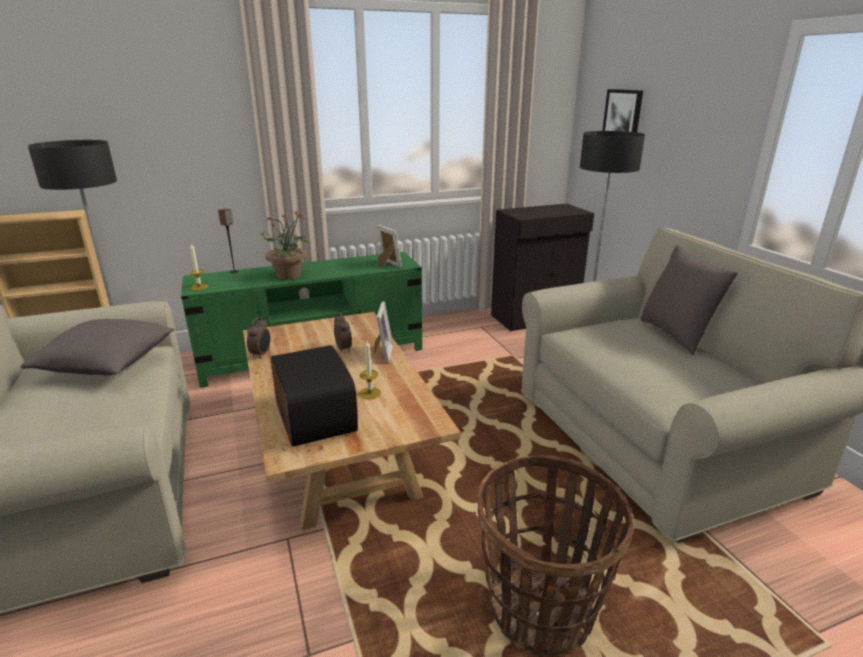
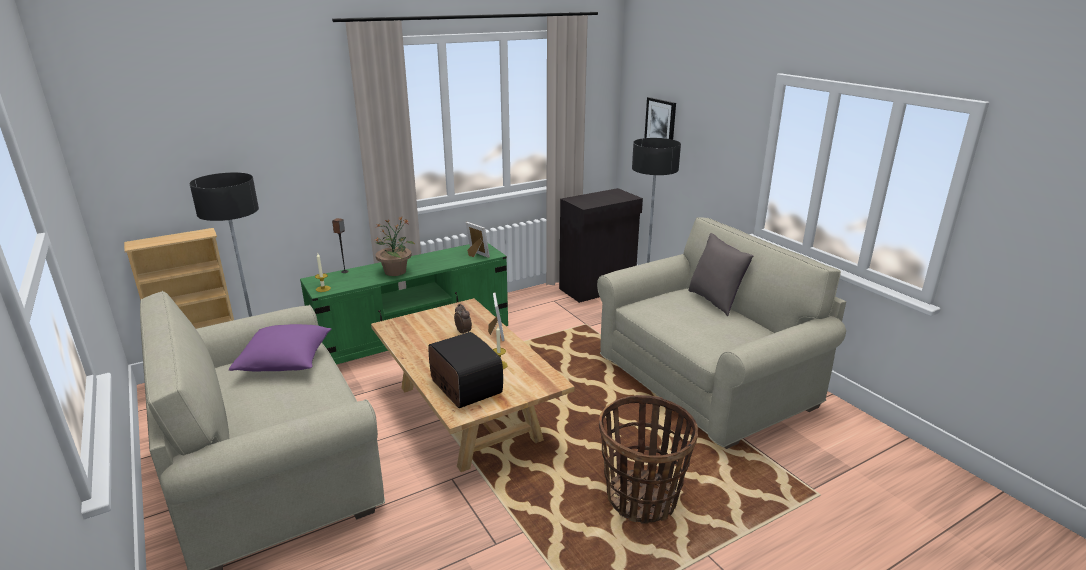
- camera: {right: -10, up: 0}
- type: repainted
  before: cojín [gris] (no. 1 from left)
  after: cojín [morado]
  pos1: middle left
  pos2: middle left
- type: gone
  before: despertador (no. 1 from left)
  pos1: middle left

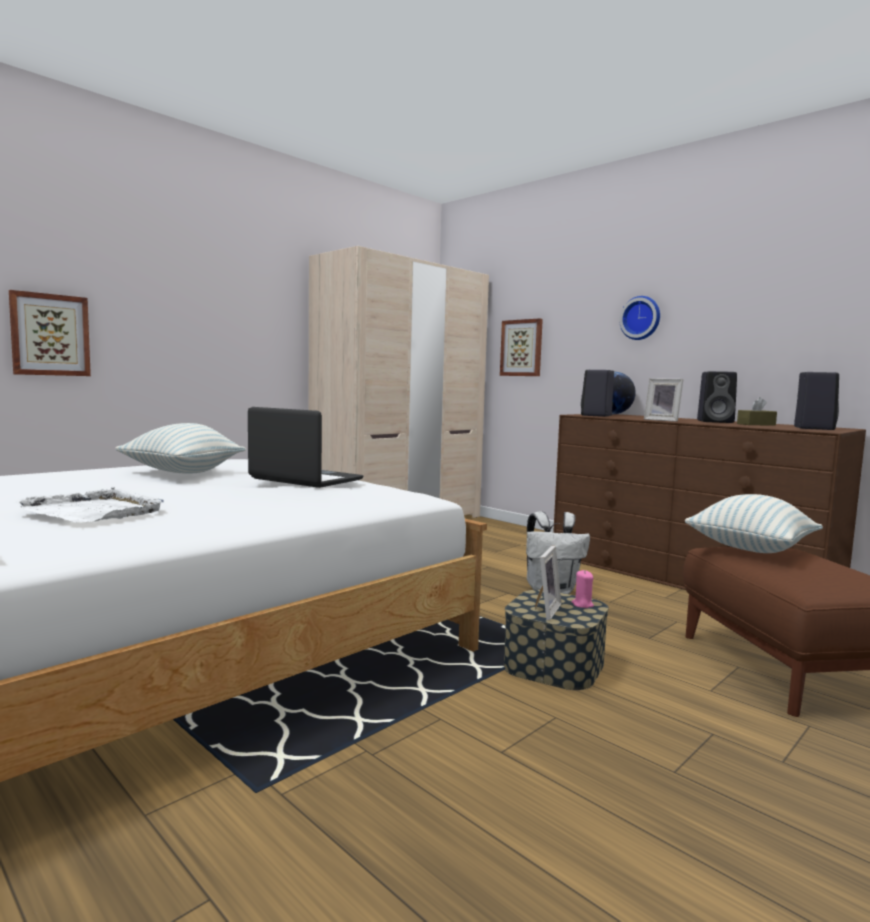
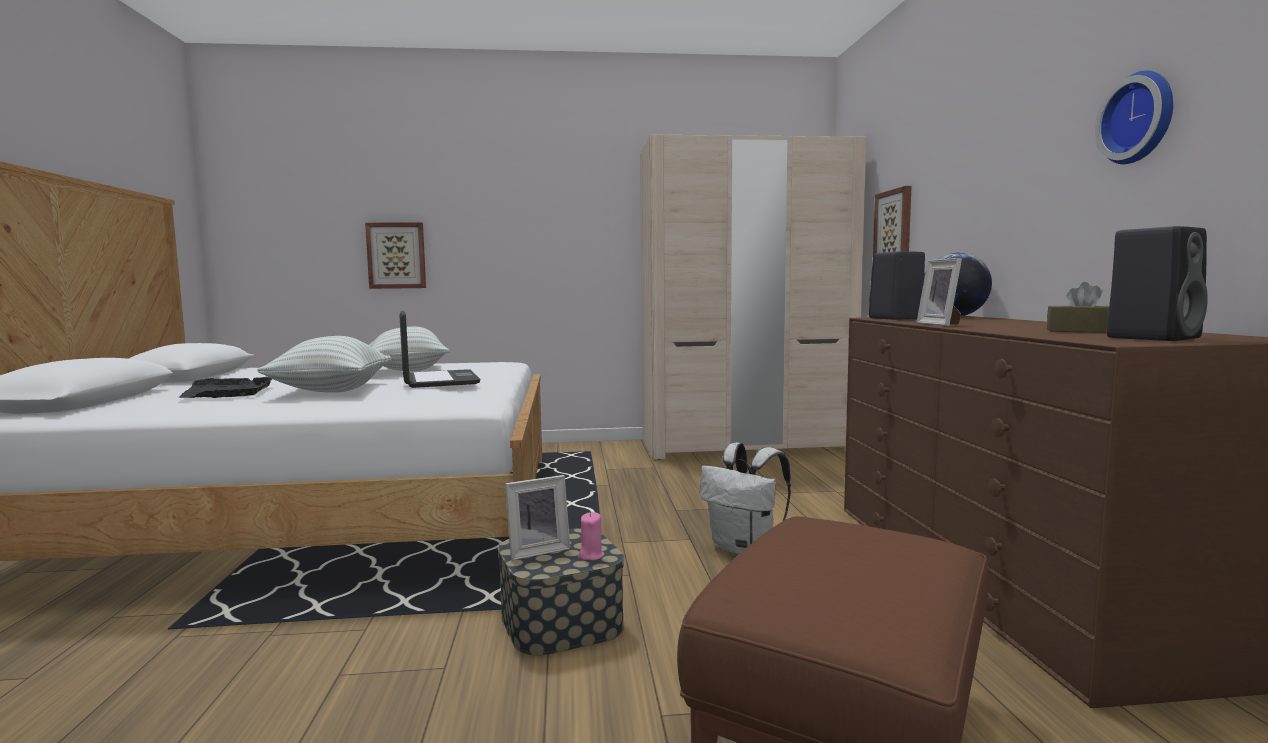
- camera: {right: 40, up: 0}
- type: repainted
  before: bandeja [blanco]
  after: bandeja [negro]
  pos1: middle left
  pos2: middle left
- type: shifted
  before: cojín (no. 2 from left in the first image)
  after: cojín (no. 1 from left)
  pos1: middle right
  pos2: middle left
- type: shifted
  before: reloj de pared
  pos1: middle right
  pos2: top right
- type: gone
  before: altavoz [negro] (no. 2 from left)
  pos1: middle right

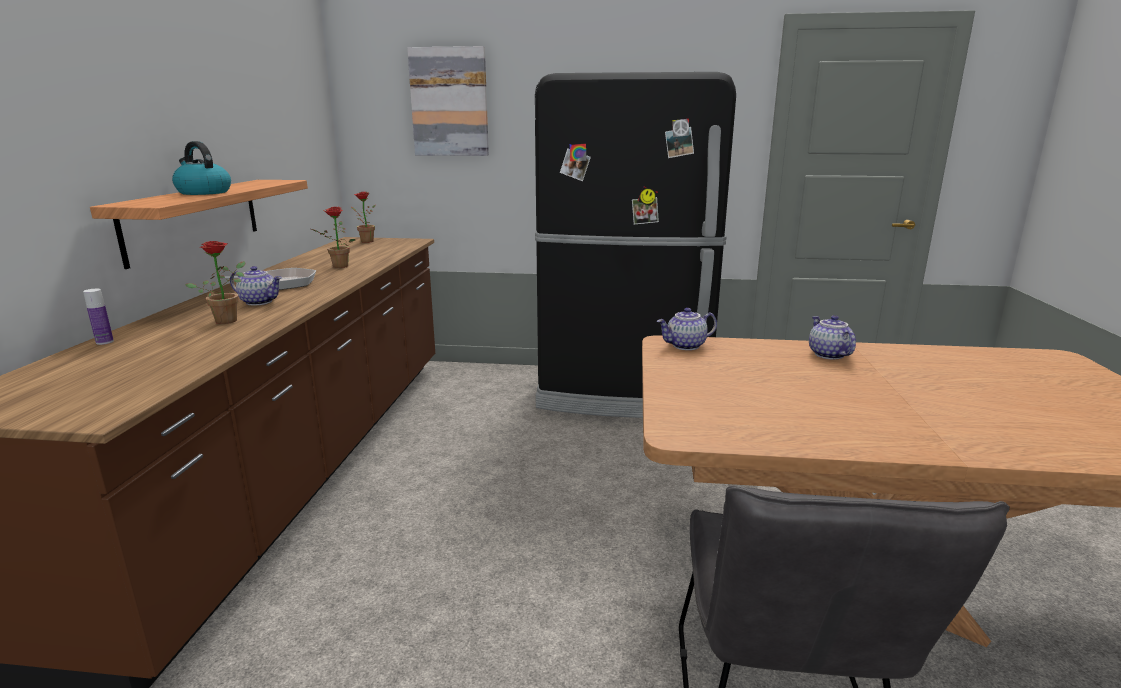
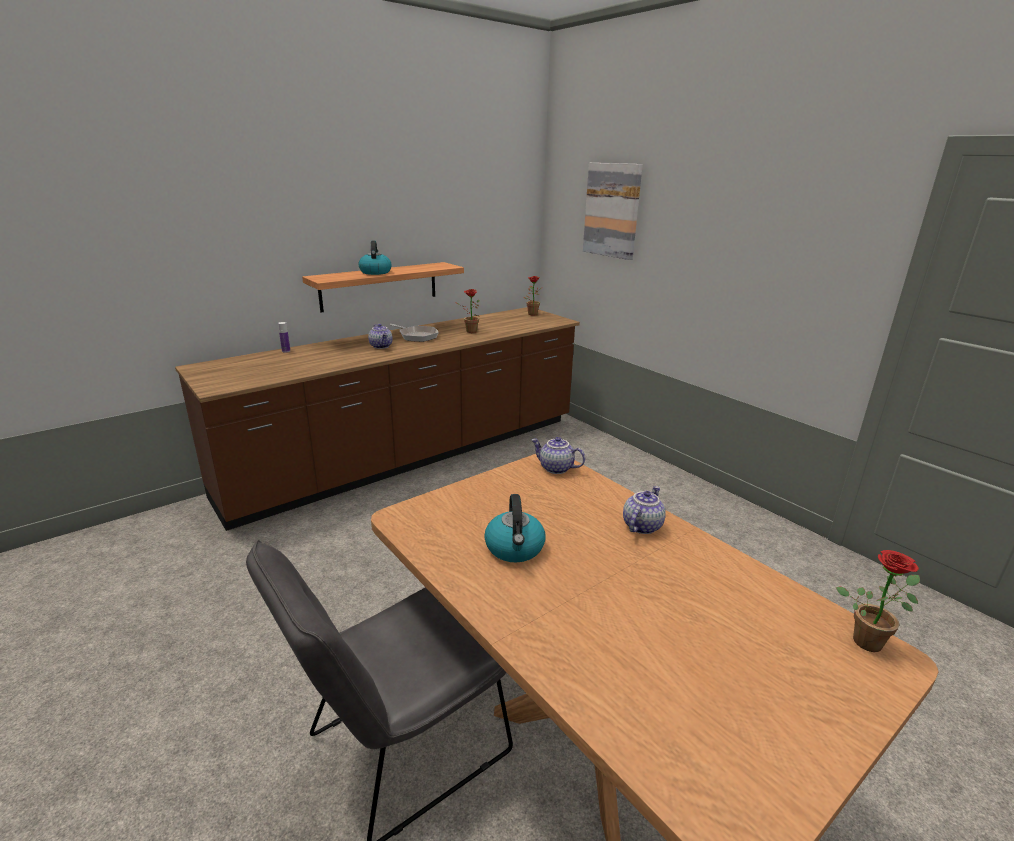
- camera: {right: 45, up: 5}
- type: new
  after: hervidor (no. 2 from left)
  pos2: centre
- type: shifted
  before: planta en maceta (no. 1 from left in the first image)
  after: planta en maceta (no. 3 from left)
  pos1: middle left
  pos2: bottom right
- type: gone
  before: nevera [negro]
  pos1: centre

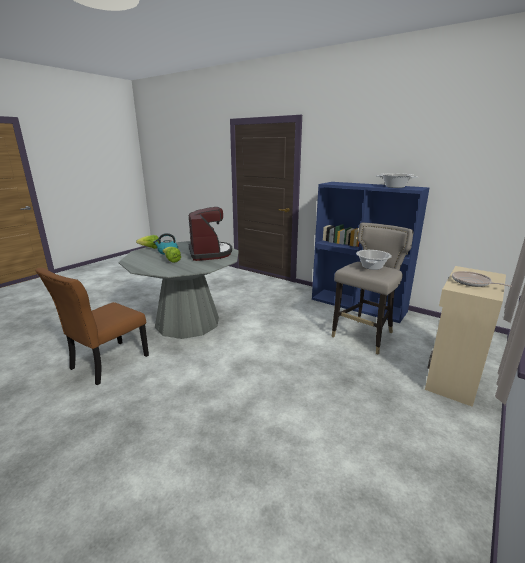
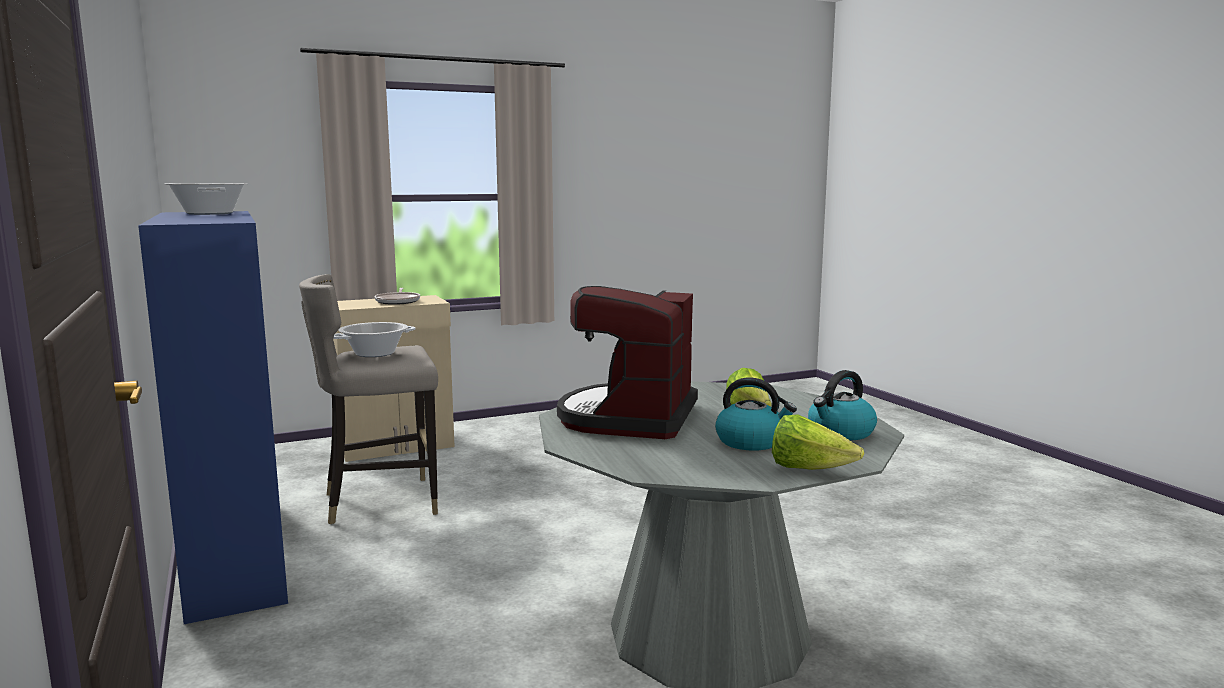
- camera: {right: -150, up: -10}
- type: new
  after: hervidor (no. 2 from left)
  pos2: middle right
- type: gone
  before: silla [marrón]
  pos1: middle left

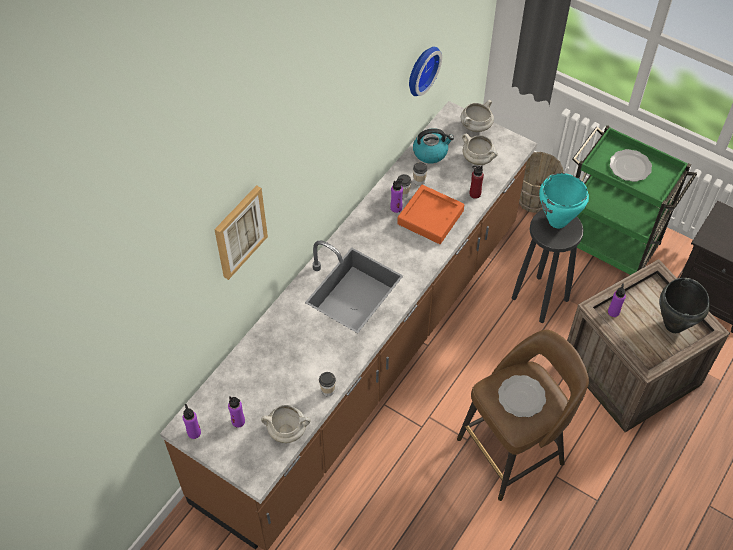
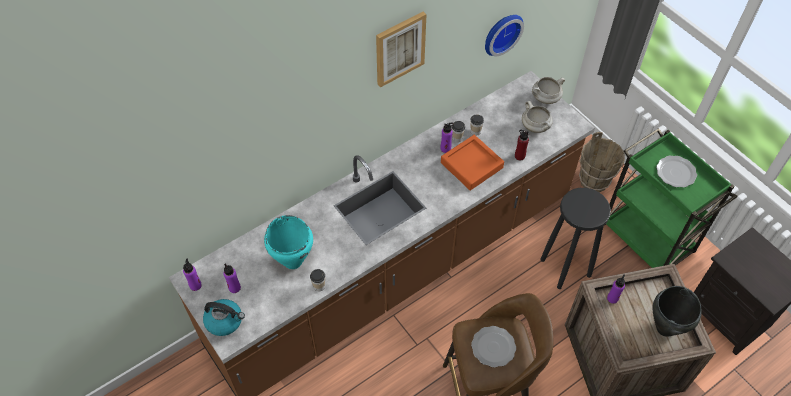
- camera: {right: 20, up: 0}
- type: shifted
  before: hervidor
  pos1: top centre
  pos2: bottom left
- type: shifted
  before: olla [turquesa]
  pos1: middle right
  pos2: centre
- type: shifted
  before: cuadro
  pos1: middle left
  pos2: top centre
- type: gone
  before: olla [blanco] (no. 1 from left)
  pos1: bottom centre

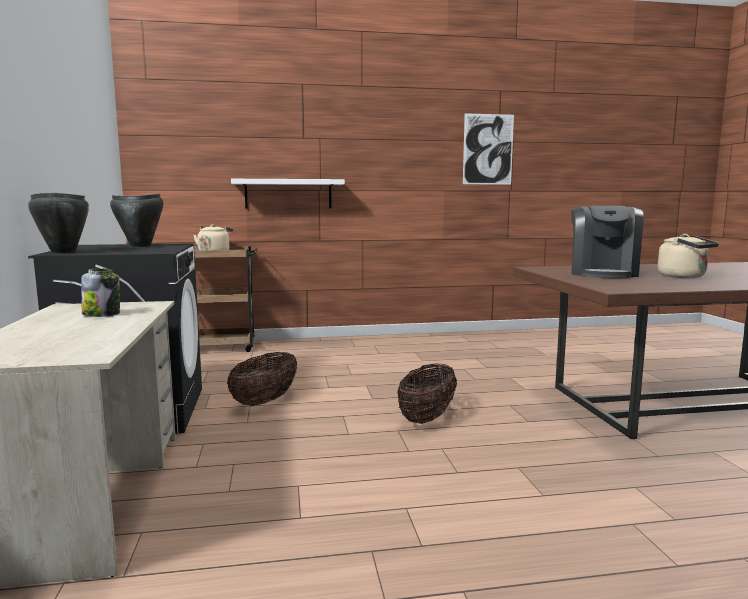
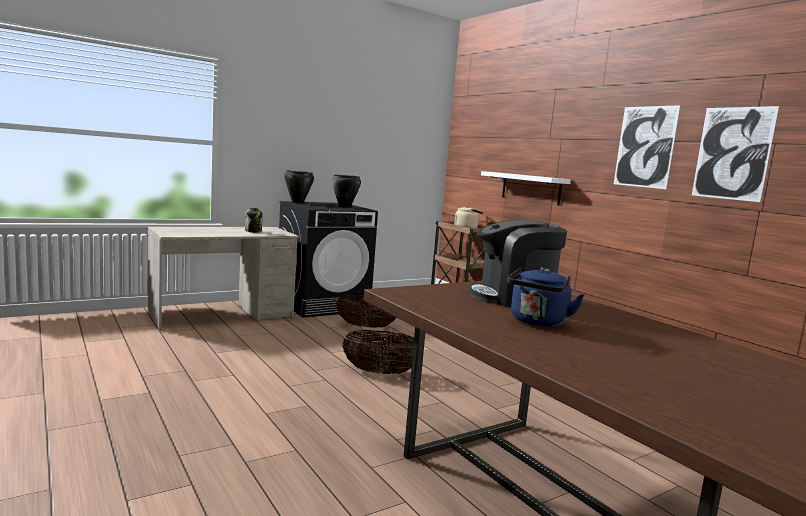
- camera: {right: 65, up: 0}
- type: repainted
  before: hervidor [beis] (no. 2 from left)
  after: hervidor [azul]
  pos1: middle right
  pos2: middle right
- type: new
  after: cuadro (no. 1 from left)
  pos2: top right

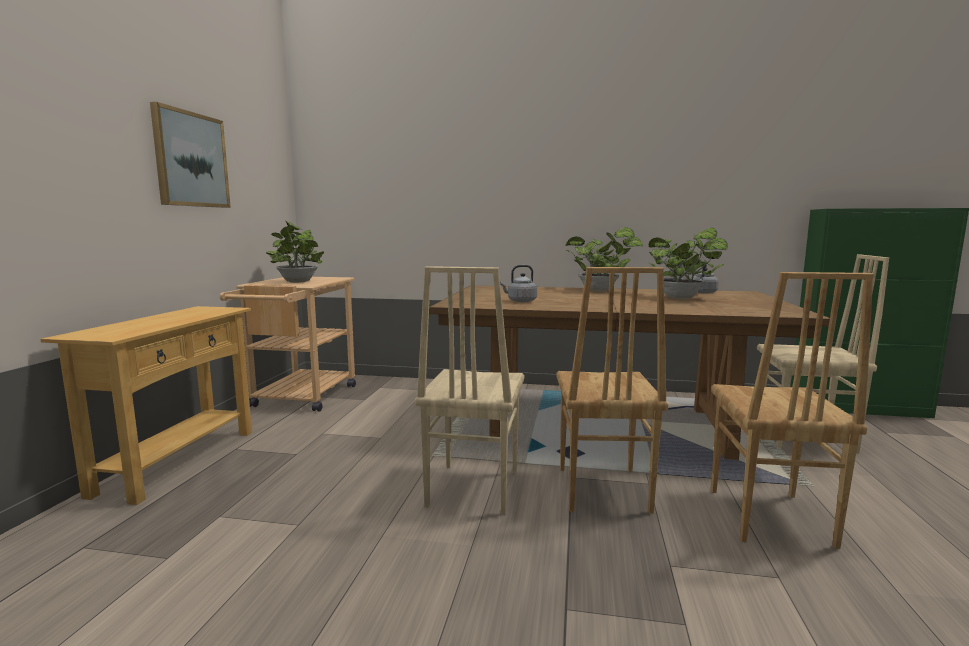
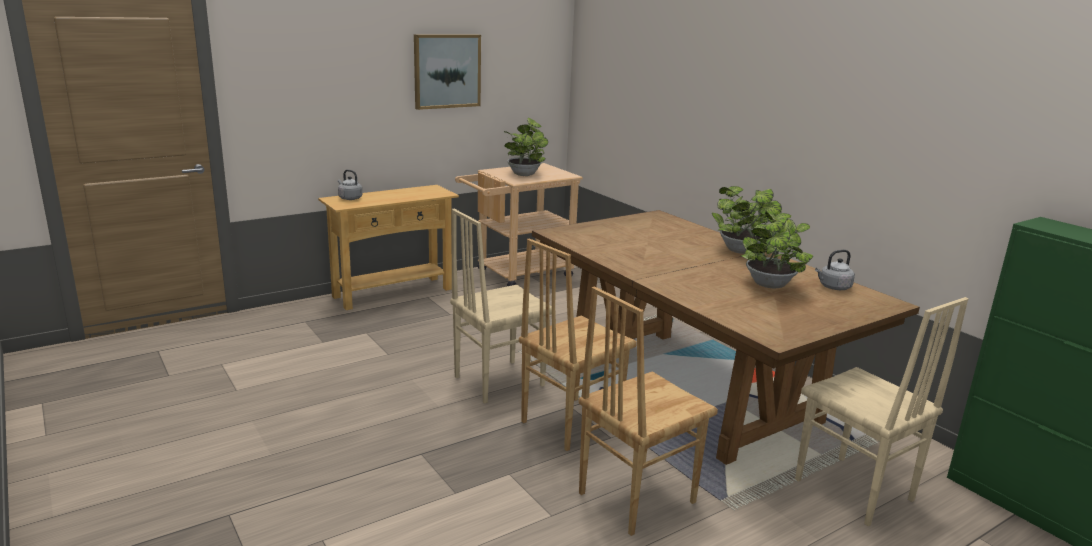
- camera: {right: 45, up: 10}
- type: shifted
  before: hervidor [gris] (no. 1 from left)
  pos1: centre
  pos2: middle left

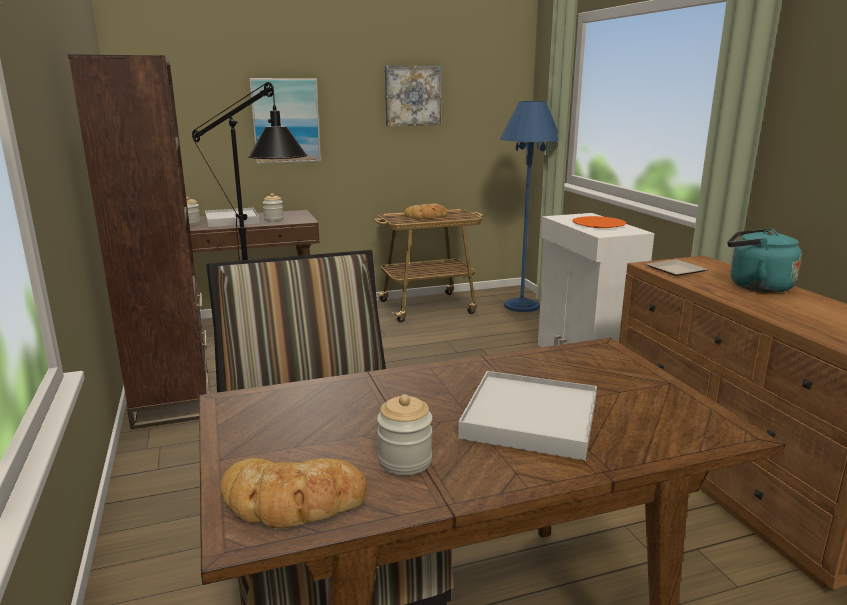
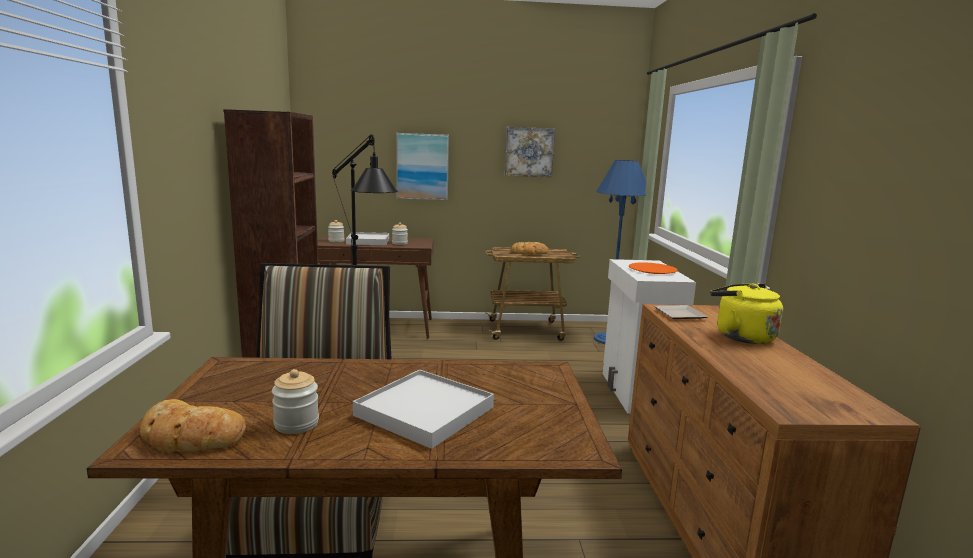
- camera: {right: 15, up: -5}
- type: repainted
  before: hervidor [turquesa]
  after: hervidor [amarillo]
  pos1: middle right
  pos2: middle right

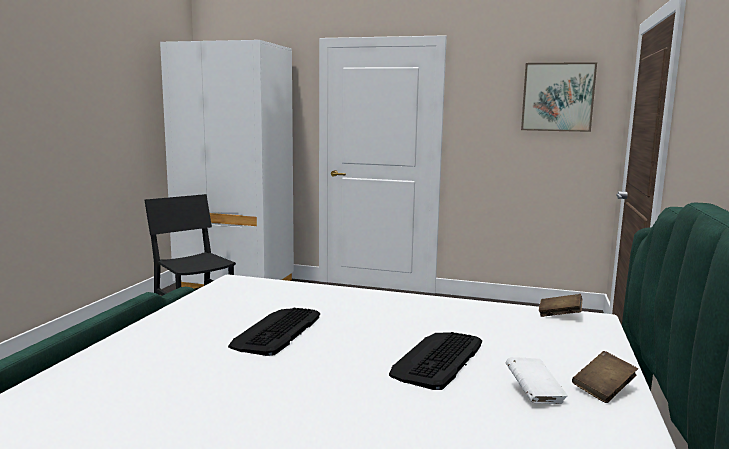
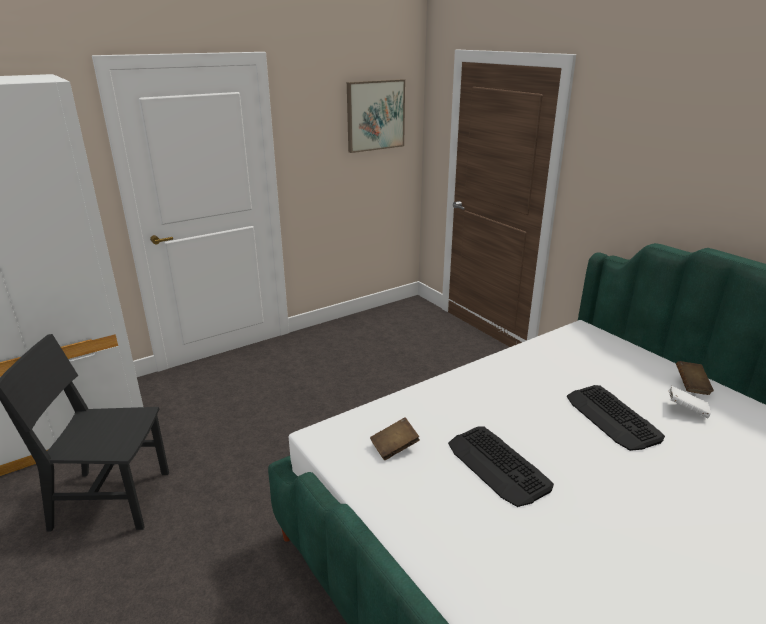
- camera: {right: -50, up: 15}
- type: shifted
  before: libro [marrón] (no. 1 from left)
  pos1: bottom right
  pos2: bottom centre

